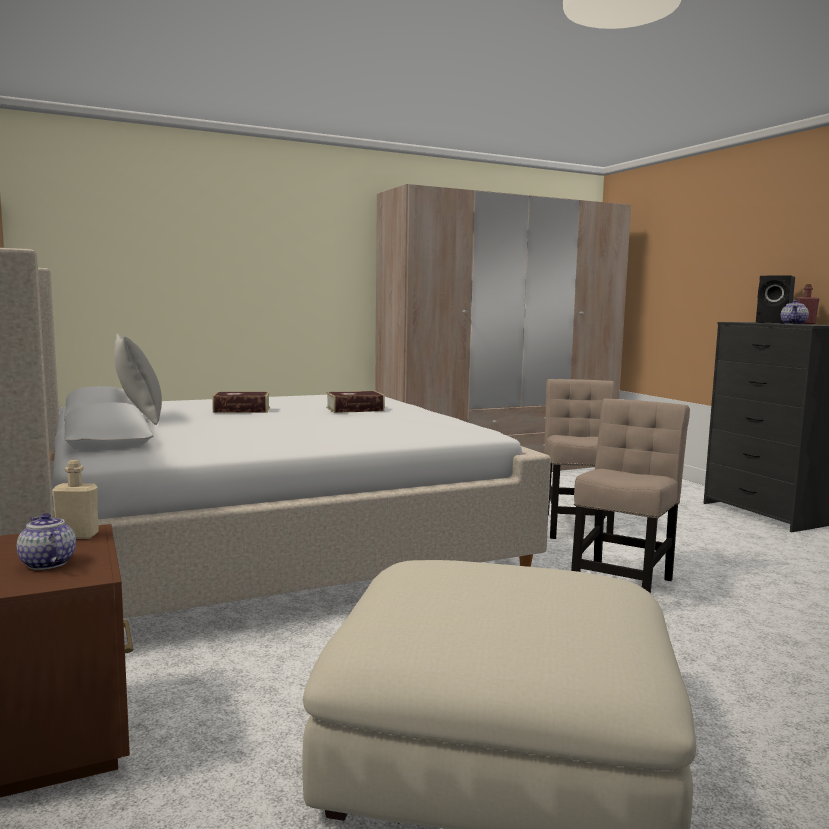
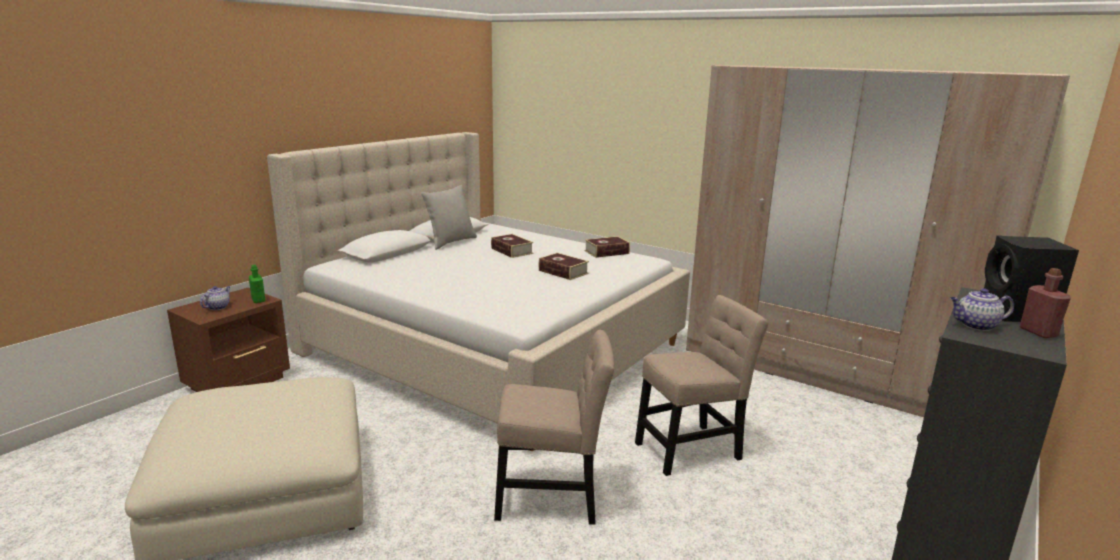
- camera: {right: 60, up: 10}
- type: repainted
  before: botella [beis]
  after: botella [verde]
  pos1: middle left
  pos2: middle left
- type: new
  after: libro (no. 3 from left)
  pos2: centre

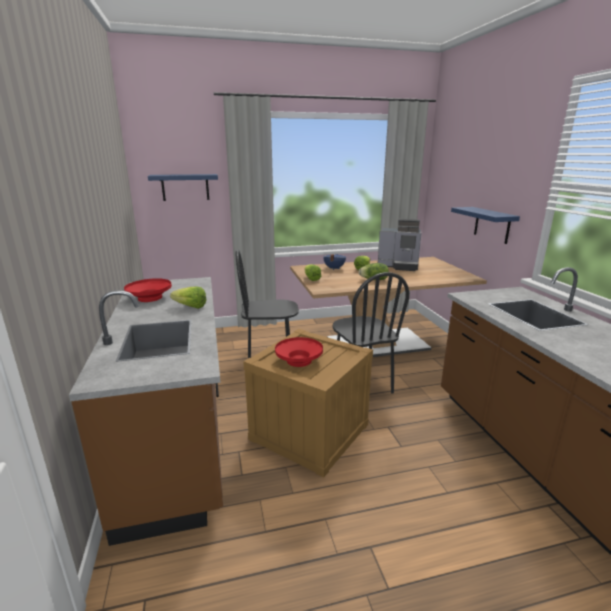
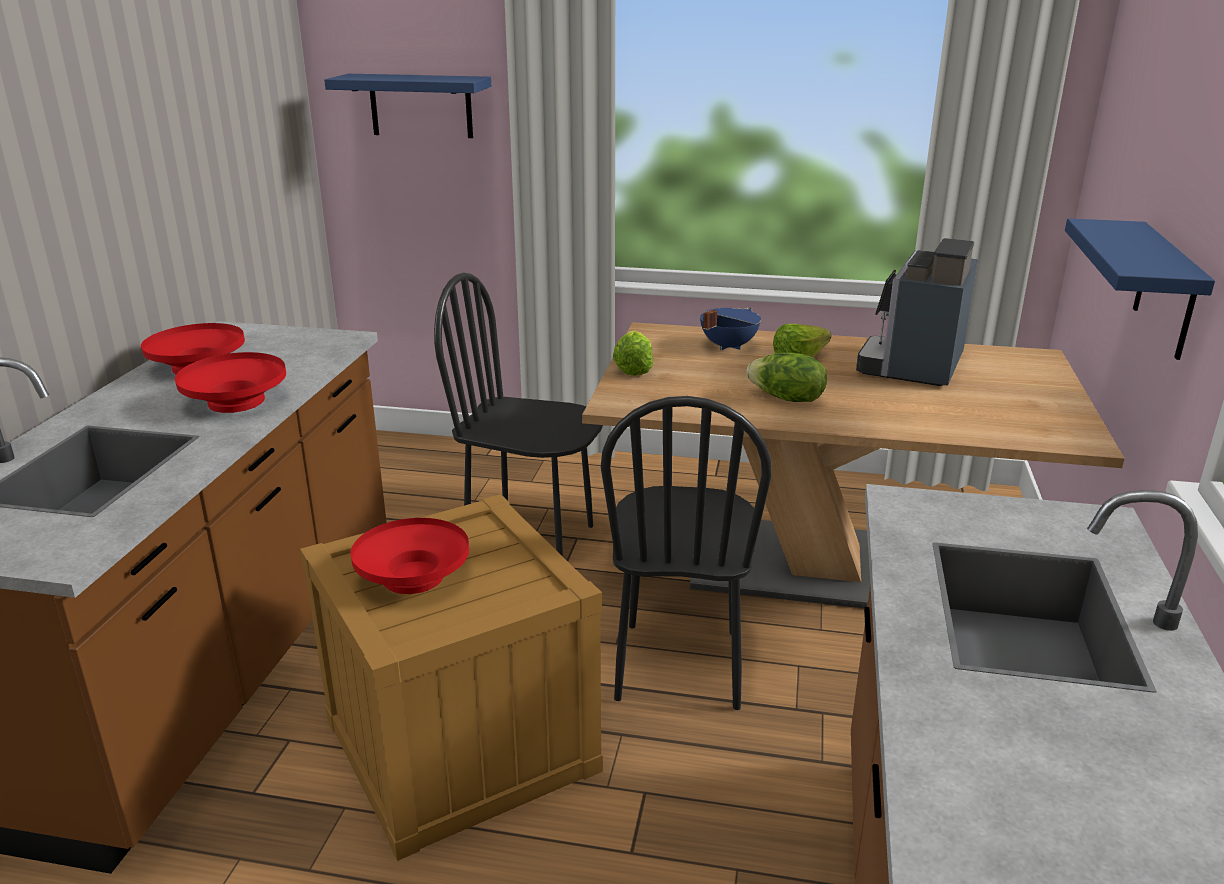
- camera: {right: 25, up: 5}
- type: swapped
  before: lechuga (no. 1 from left)
  after: cuenco [rojo] (no. 2 from left)
  pos1: middle left
  pos2: middle left
- type: rotated
  before: cafetera
  pos1: centre
  pos2: middle right
  turn: 75

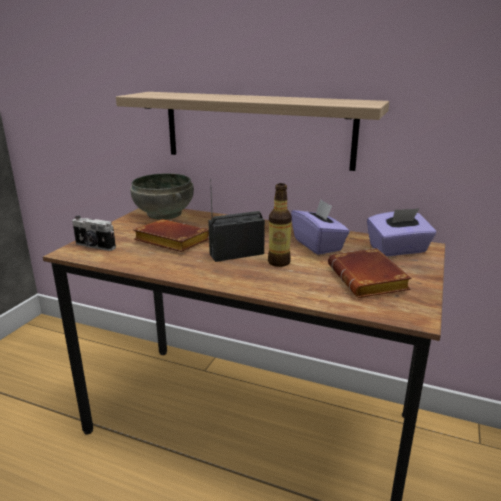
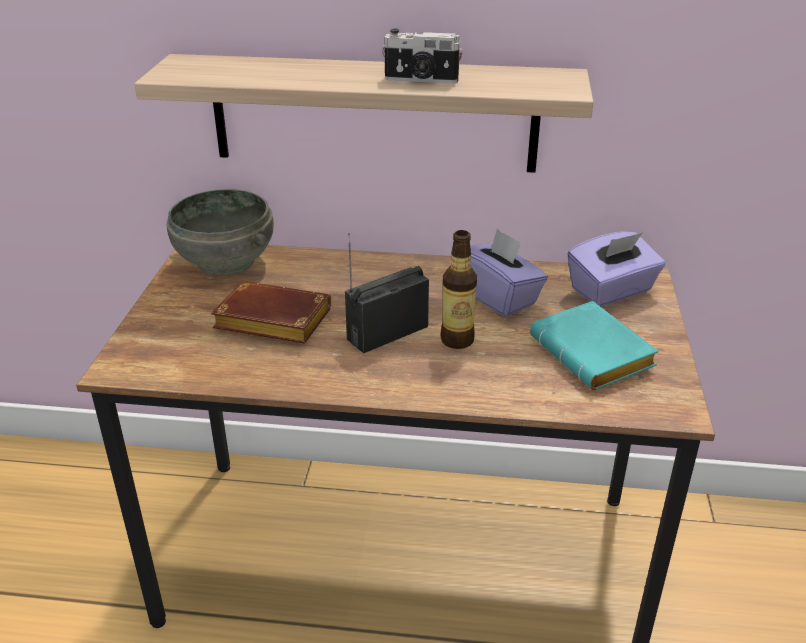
- camera: {right: -15, up: 10}
- type: shifted
  before: cámara
  pos1: middle left
  pos2: top centre
- type: repainted
  before: libro [marrón] (no. 2 from left)
  after: libro [turquesa]
  pos1: middle right
  pos2: middle right

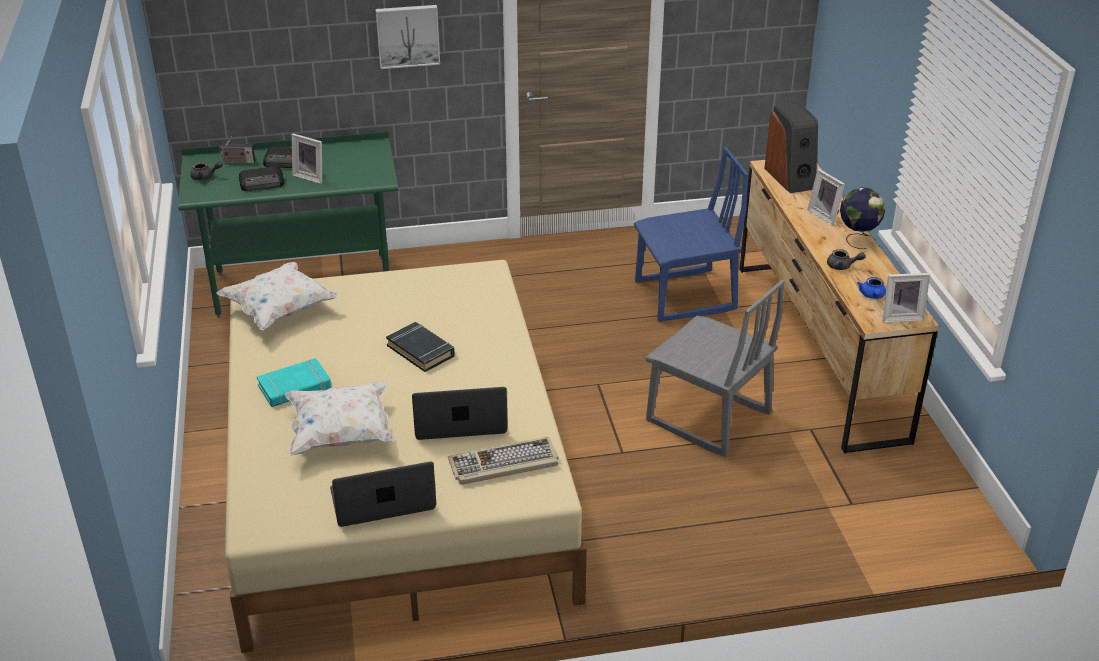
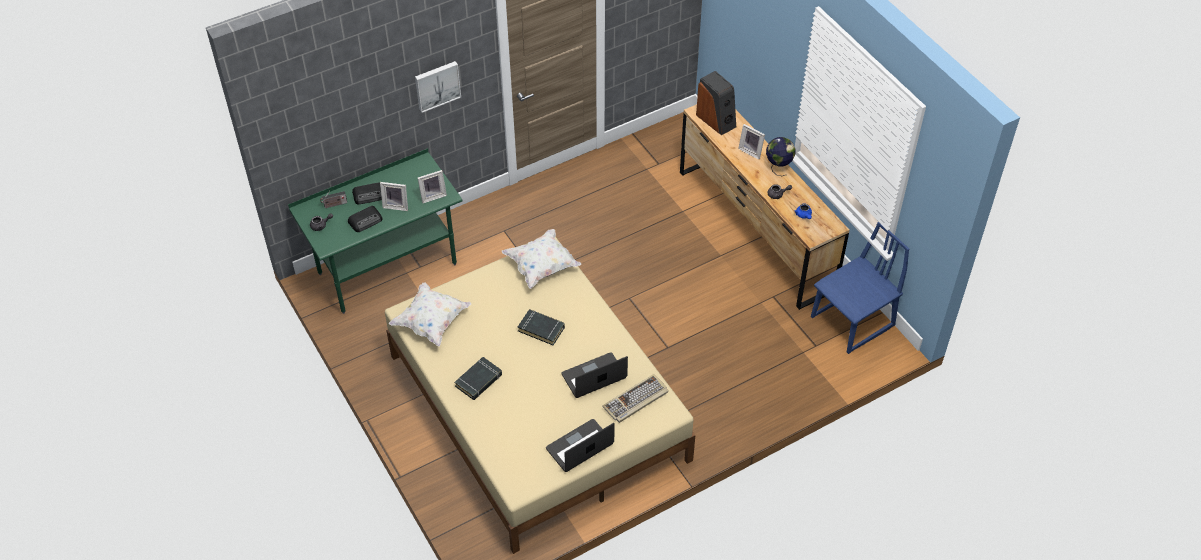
- camera: {right: -20, up: 15}
- type: shifted
  before: portarretratos (no. 3 from left in the first image)
  after: portarretratos (no. 2 from left)
  pos1: middle right
  pos2: top centre
- type: repainted
  before: libro [turquesa]
  after: libro [negro] (no. 1 from left)
  pos1: middle left
  pos2: bottom centre
- type: shifted
  before: cojín [blanco] (no. 2 from left)
  pos1: middle left
  pos2: centre
- type: shifted
  before: silla [azul]
  pos1: centre
  pos2: middle right
- type: gone
  before: silla [gris]
  pos1: centre

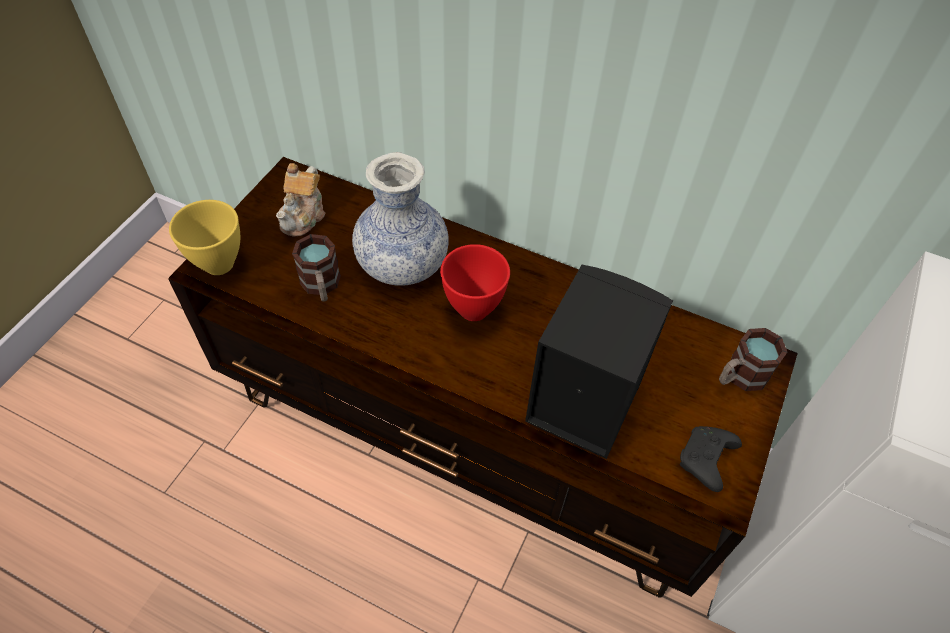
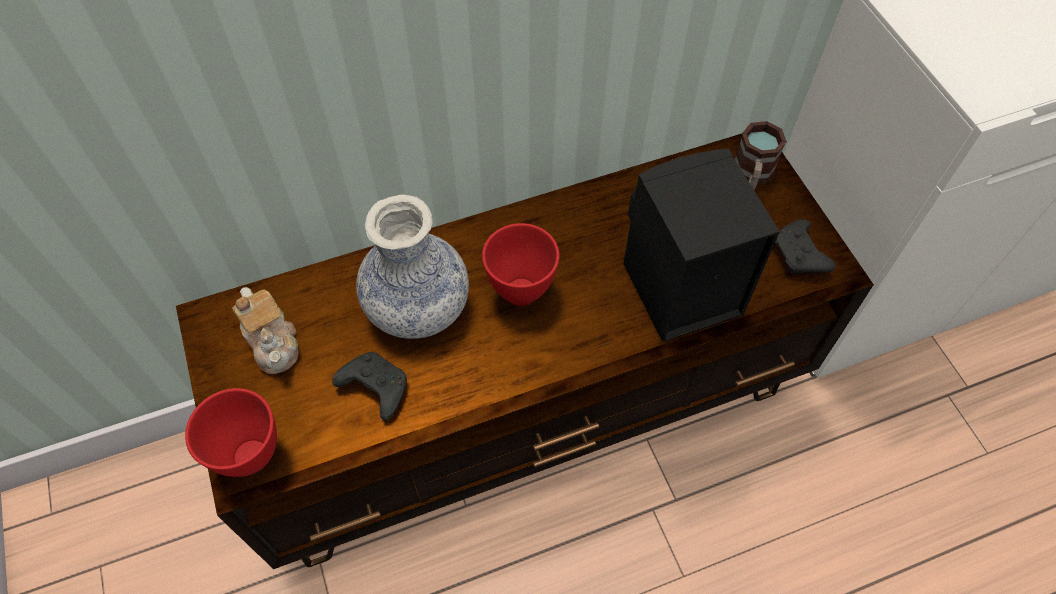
- camera: {right: -45, up: 5}
- type: repainted
  before: cuenco [amarillo]
  after: cuenco [rojo] (no. 1 from left)
  pos1: middle left
  pos2: bottom left
- type: swapped
  before: taza grande (no. 1 from left)
  after: mando de consola [negro] (no. 1 from left)
  pos1: middle left
  pos2: centre

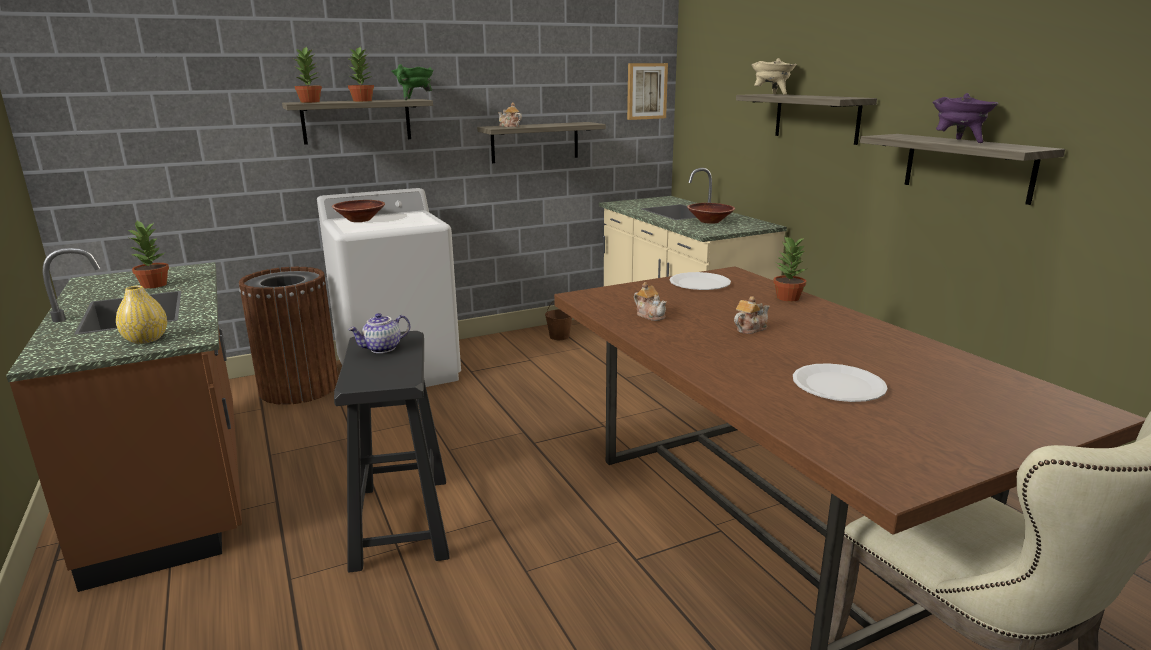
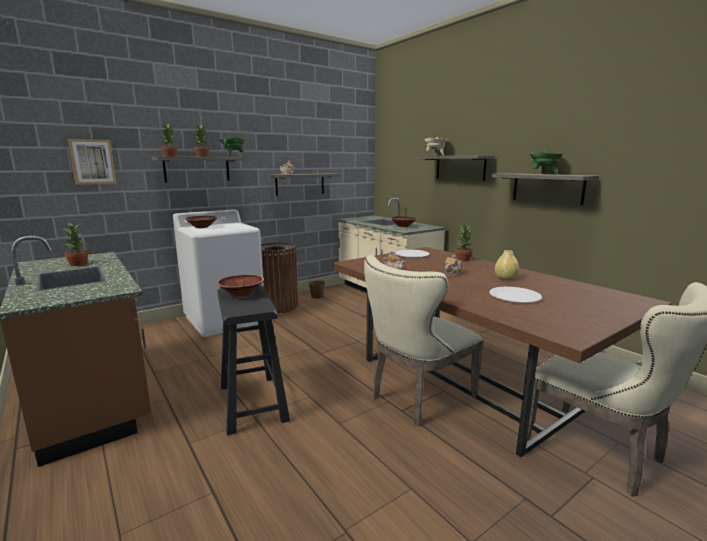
- camera: {right: -10, up: -5}
- type: shifted
  before: cuadro
  pos1: top centre
  pos2: top left
- type: swapped
  before: tetera (no. 1 from left)
  after: cuenco [marrón] (no. 2 from left)
  pos1: middle left
  pos2: centre
- type: shifted
  before: papelera [marrón]
  pos1: middle left
  pos2: centre
- type: new
  after: silla [beis] (no. 1 from left)
  pos2: centre
- type: shifted
  before: florero [amarillo]
  pos1: middle left
  pos2: middle right
- type: repainted
  before: olla [morado]
  after: olla [verde] (no. 2 from left)
  pos1: top right
  pos2: top right

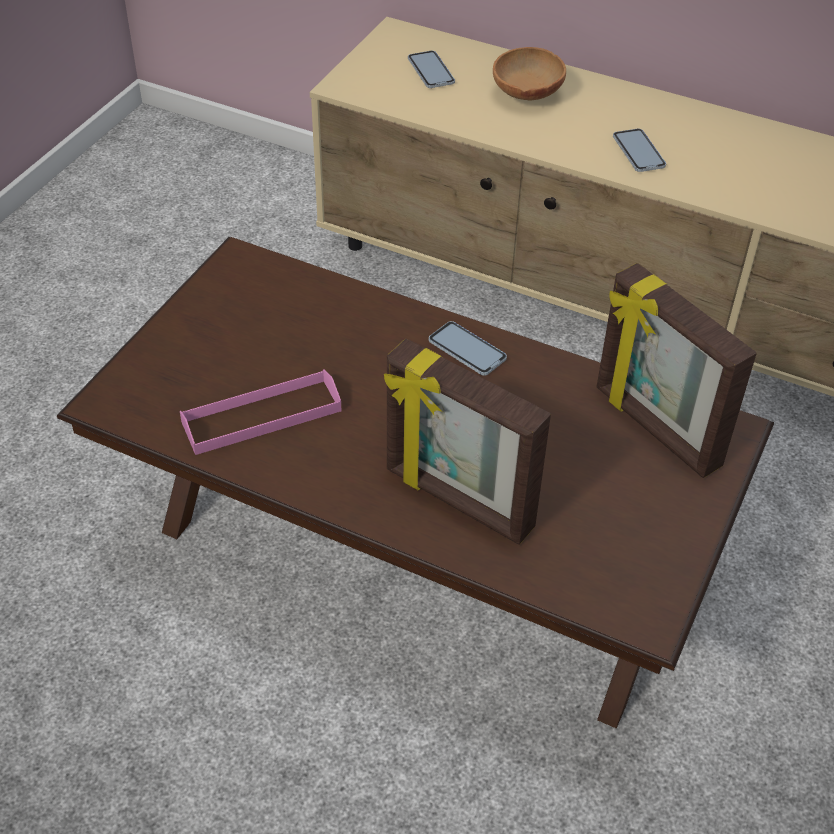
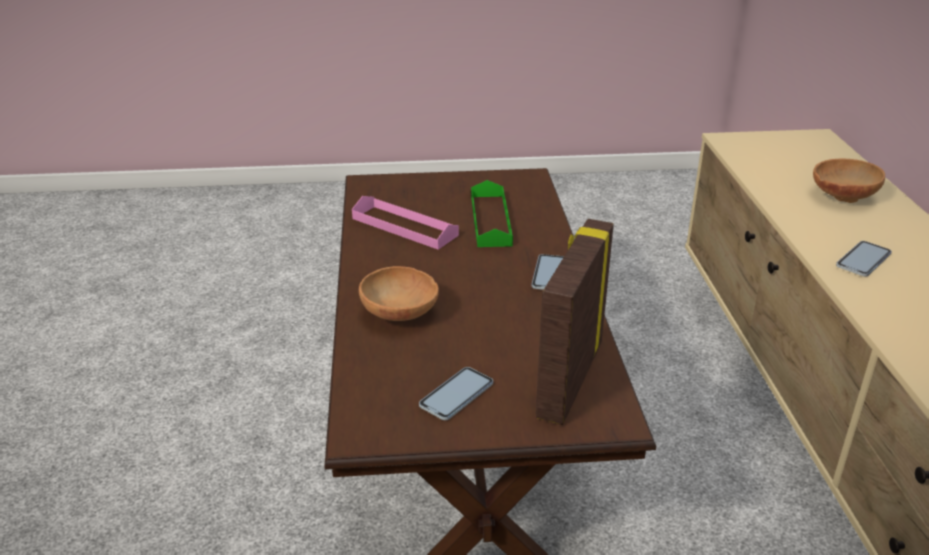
- camera: {right: 60, up: -15}
- type: swapped
  before: portarretratos (no. 1 from left)
  after: cuenco [marrón] (no. 1 from left)
  pos1: centre
  pos2: centre
- type: shifted
  before: móvil (no. 1 from left)
  pos1: top centre
  pos2: bottom centre
- type: new
  after: bandeja [verde]
  pos2: centre

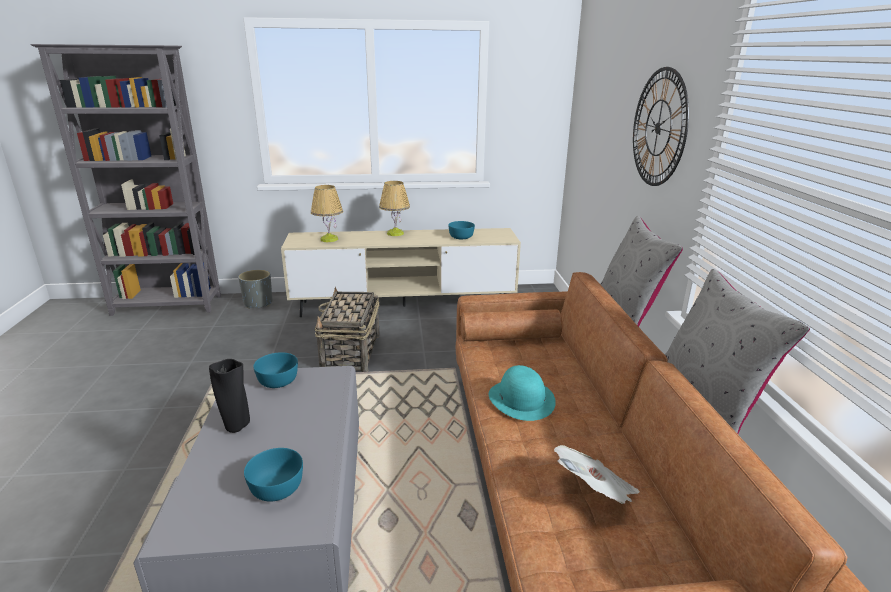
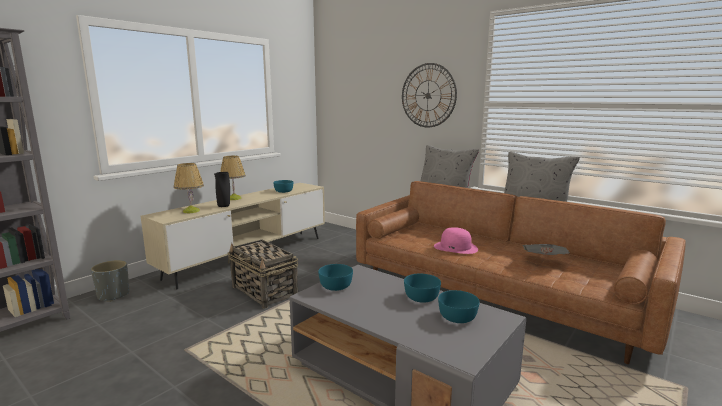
- camera: {right: -45, up: -10}
- type: shifted
  before: florero [negro]
  pos1: bottom left
  pos2: middle left
- type: new
  after: cuenco [turquesa] (no. 3 from left)
  pos2: bottom centre
- type: repainted
  before: sombrero [turquesa]
  after: sombrero [rosa]
  pos1: centre
  pos2: centre

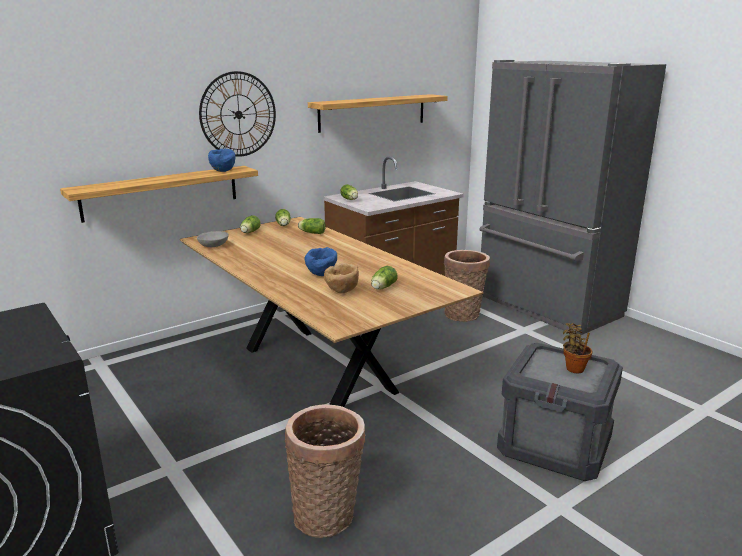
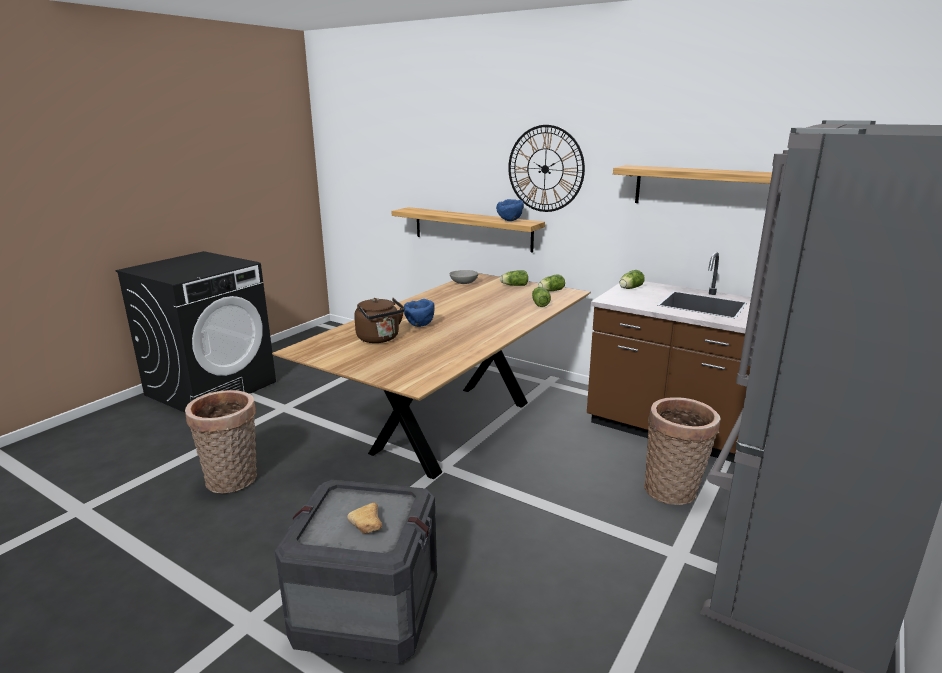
- camera: {right: 70, up: 0}
- type: swapped
  before: planta en maceta
  after: pan
  pos1: middle right
  pos2: bottom centre
- type: swapped
  before: cuenco [marrón]
  after: hervidor [marrón]
  pos1: centre
  pos2: centre
- type: gone
  before: lechuga (no. 5 from left)
  pos1: centre

